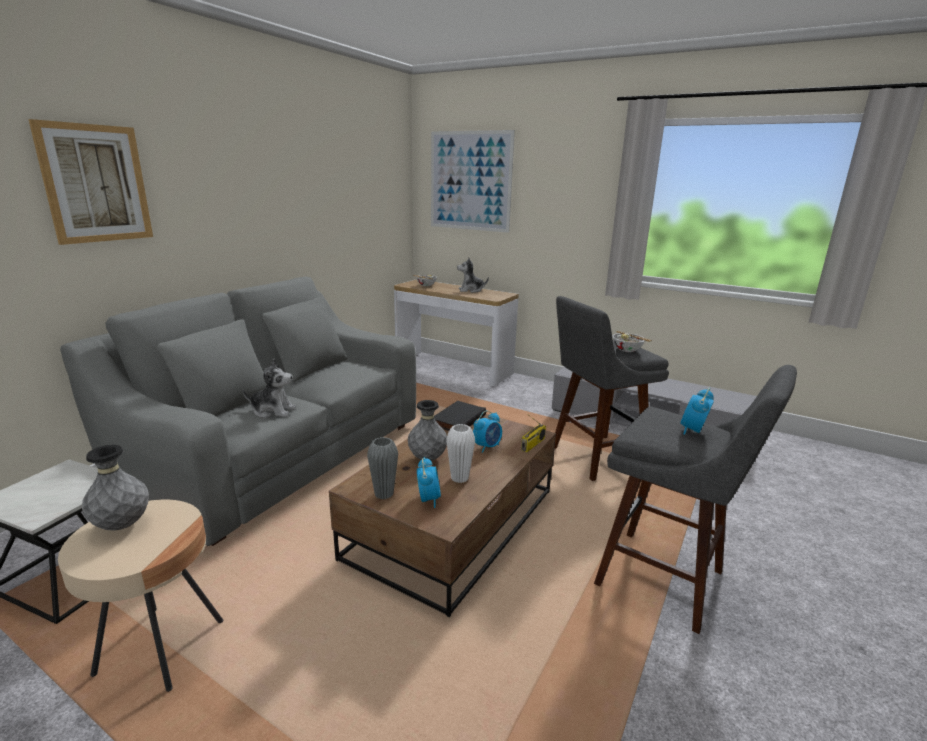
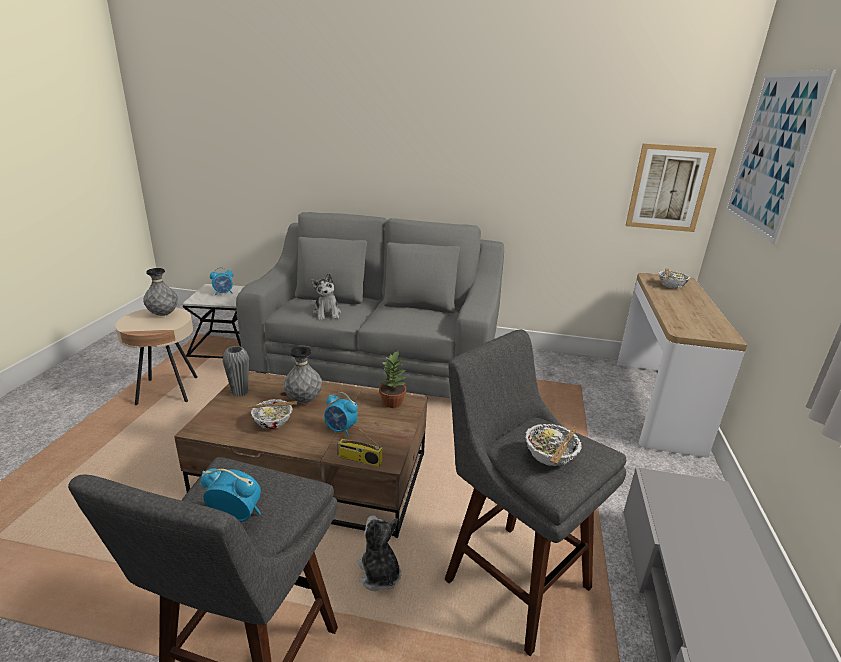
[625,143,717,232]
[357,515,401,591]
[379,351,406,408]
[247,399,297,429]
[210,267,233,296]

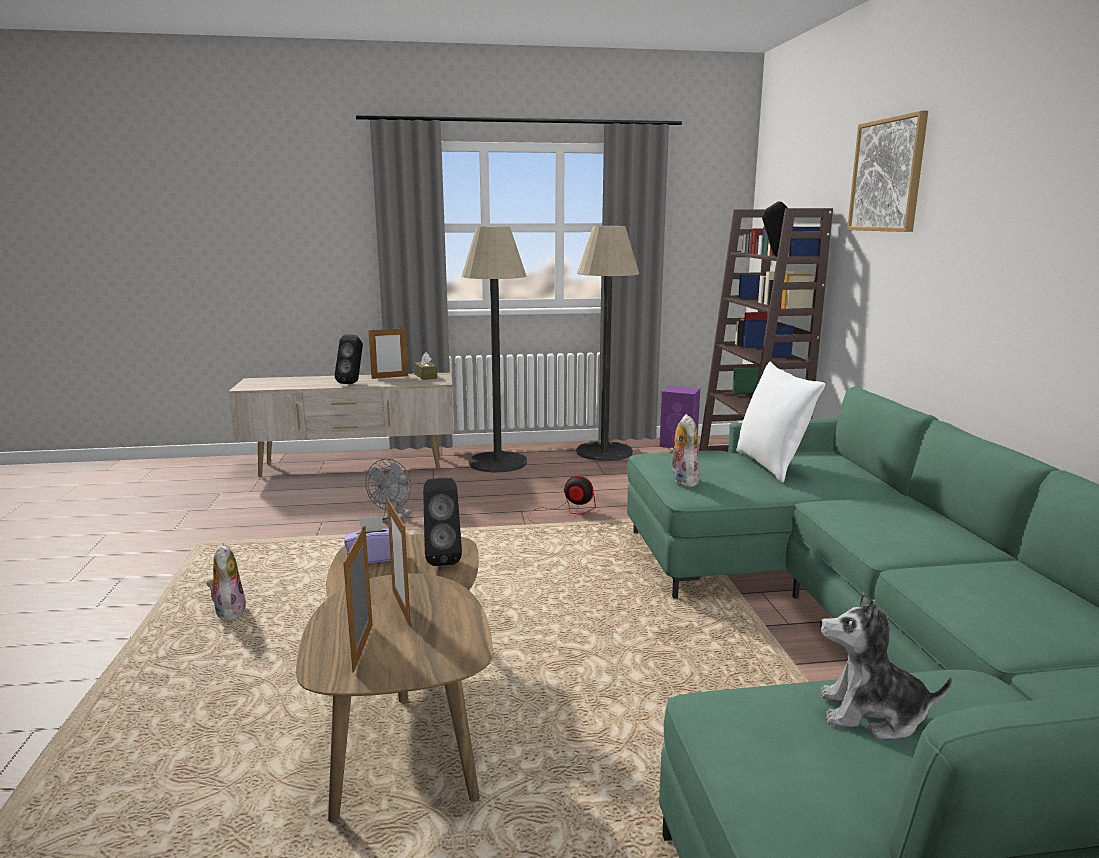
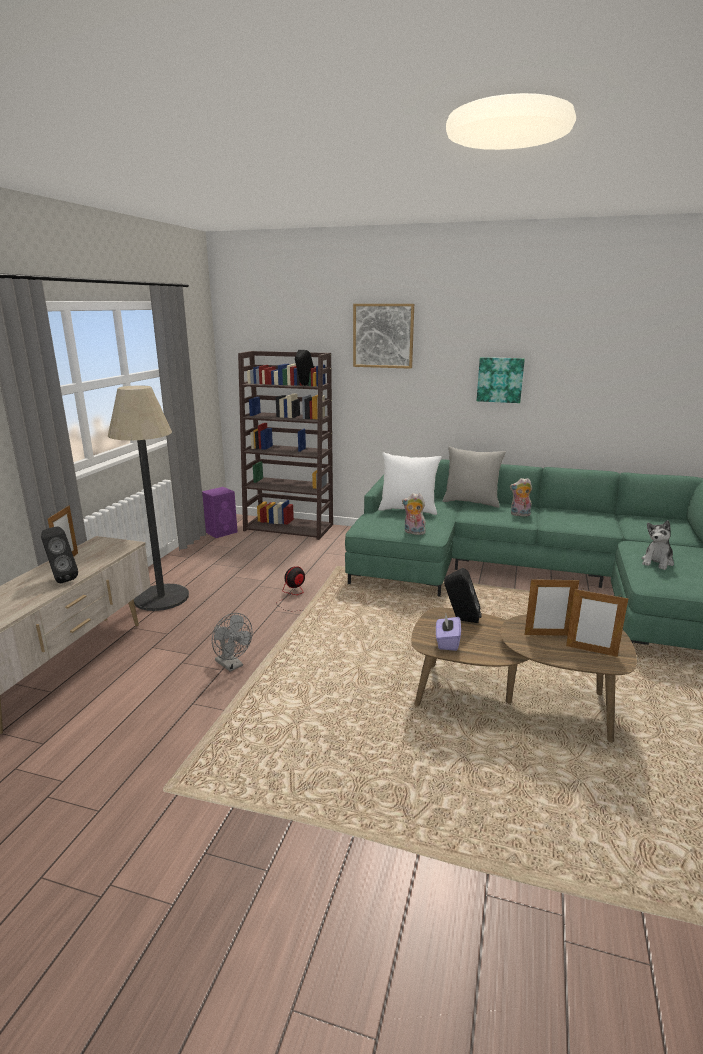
[576,226,639,461] (first image)
[414,353,437,380] (first image)
[510,478,532,516]
[477,357,525,403]
[442,447,506,508]

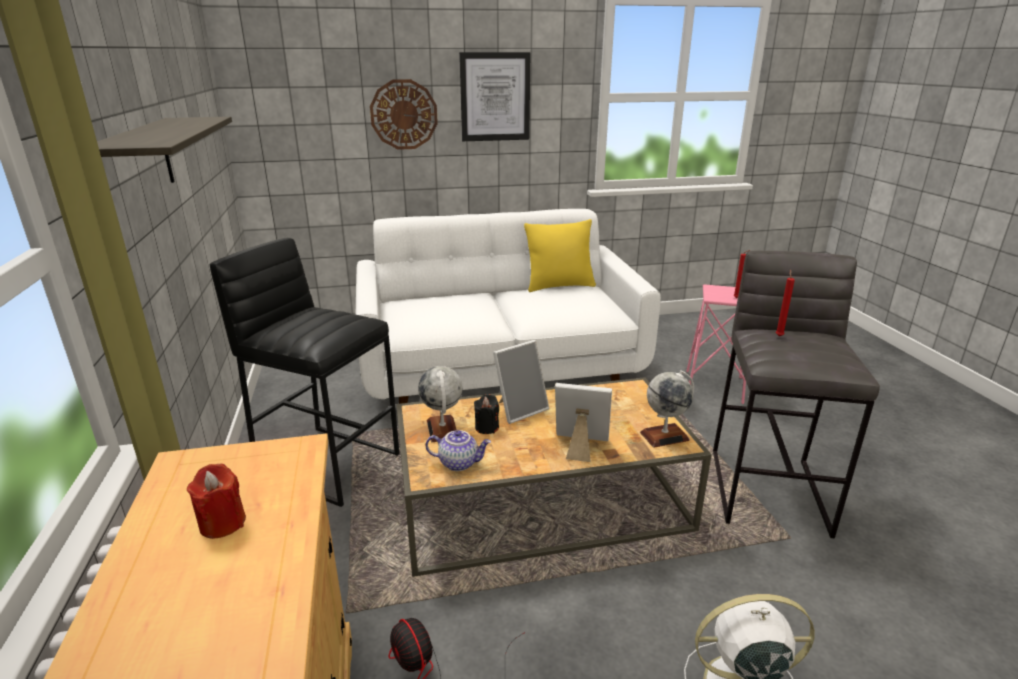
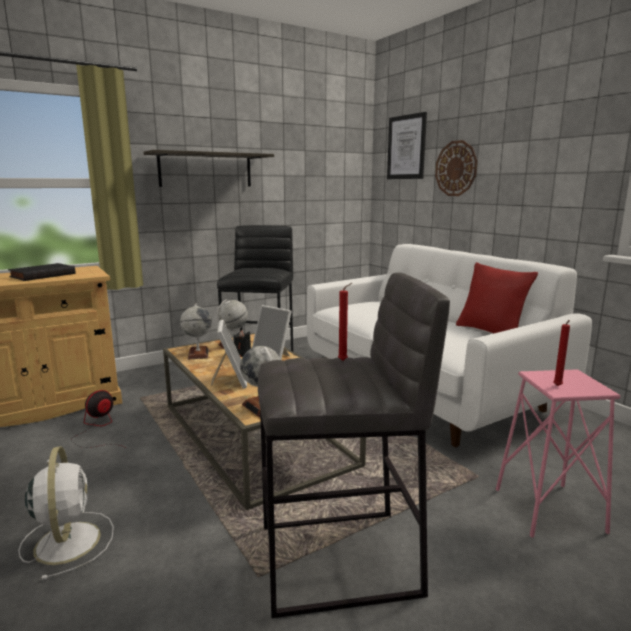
[387,112,427,179]
[456,262,538,333]
[180,303,212,360]
[8,263,75,281]

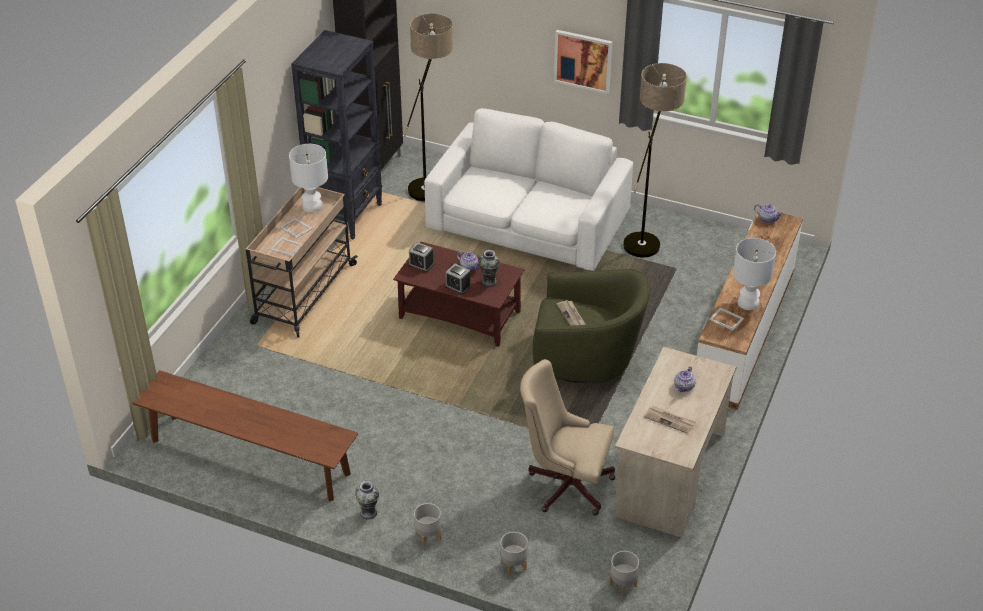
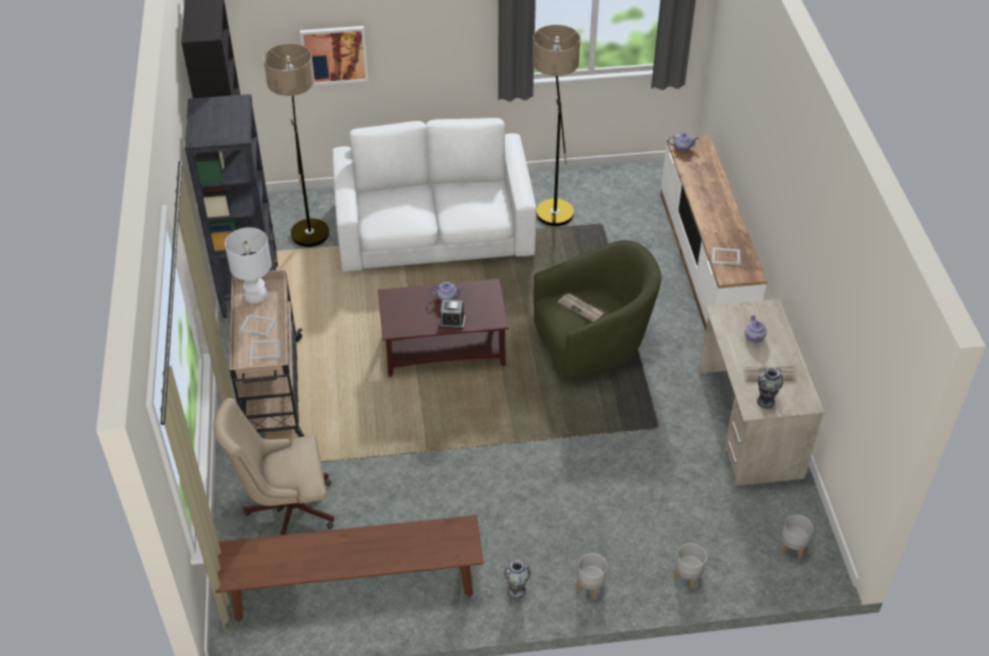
[300,26,368,85]
[733,238,776,310] (first image)
[408,242,434,272] (first image)
[757,367,783,408]
[213,398,334,535]

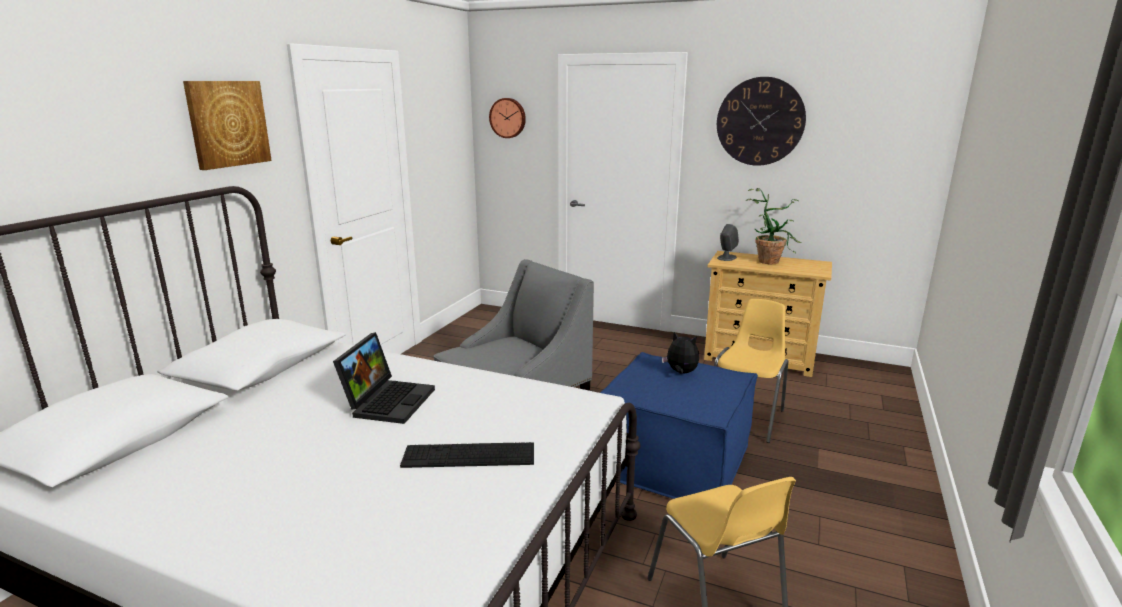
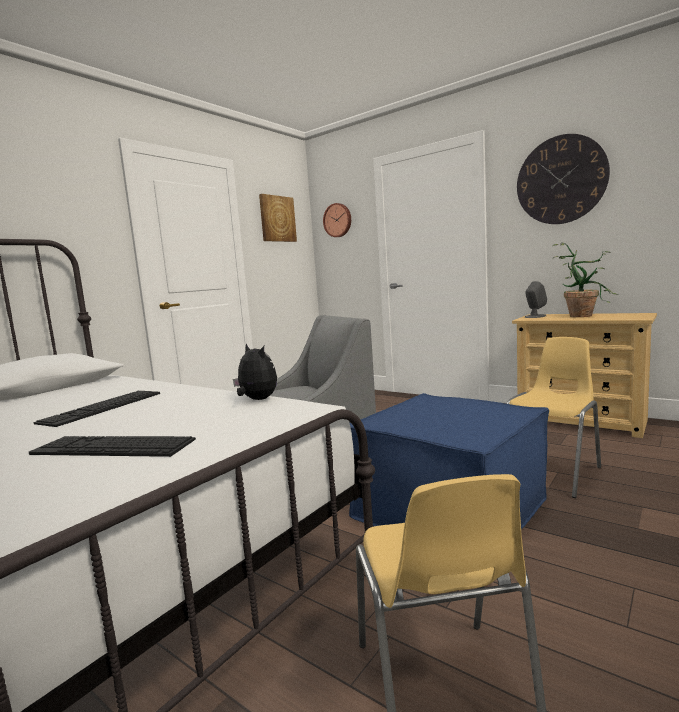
[259,194,297,242]
[33,391,160,427]
[233,343,277,400]

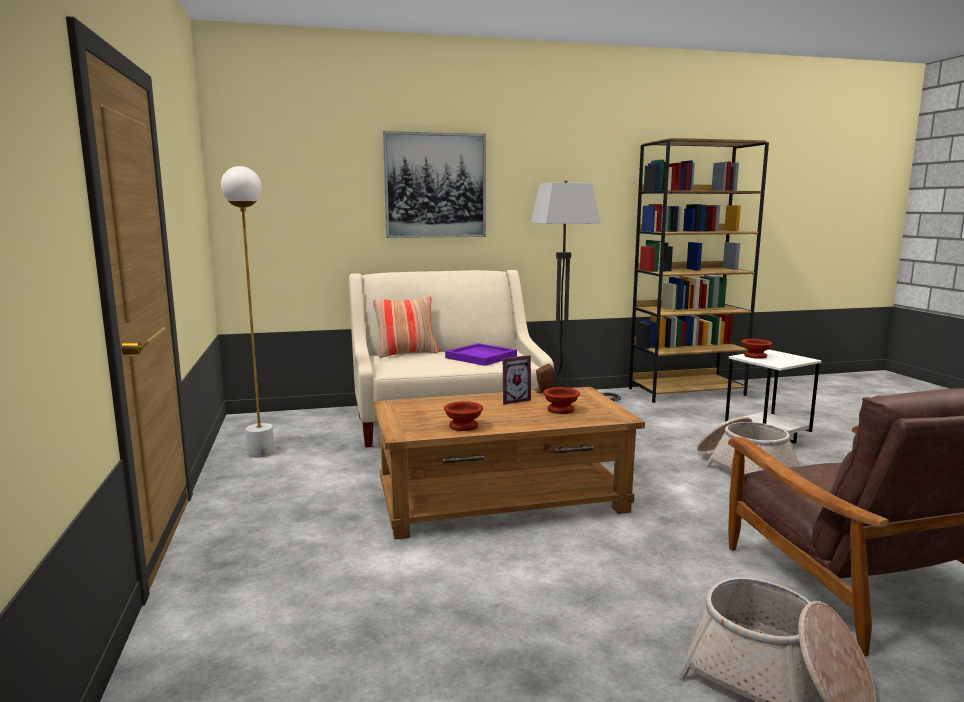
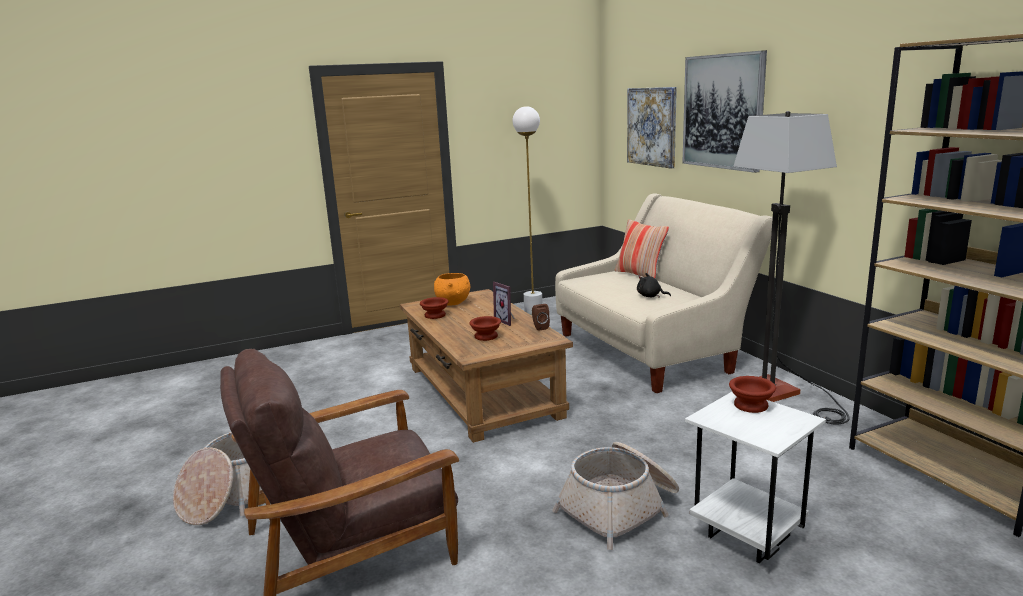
[637,273,671,297]
[627,87,677,168]
[434,273,470,305]

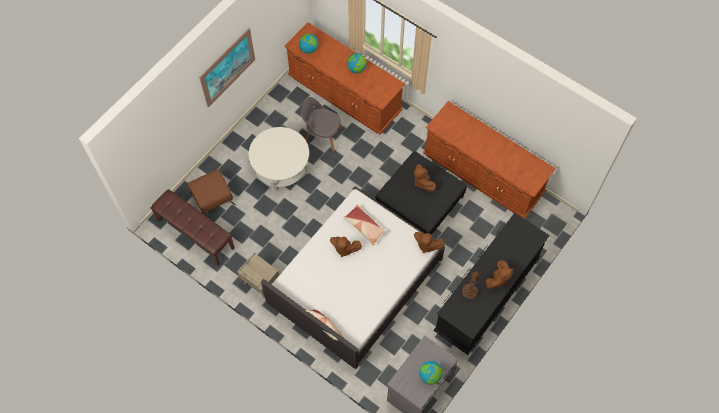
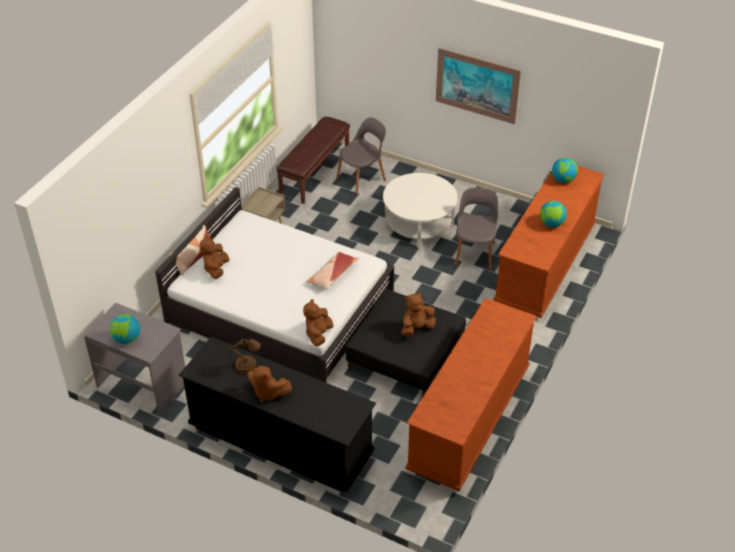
[336,118,386,195]
[200,235,229,279]

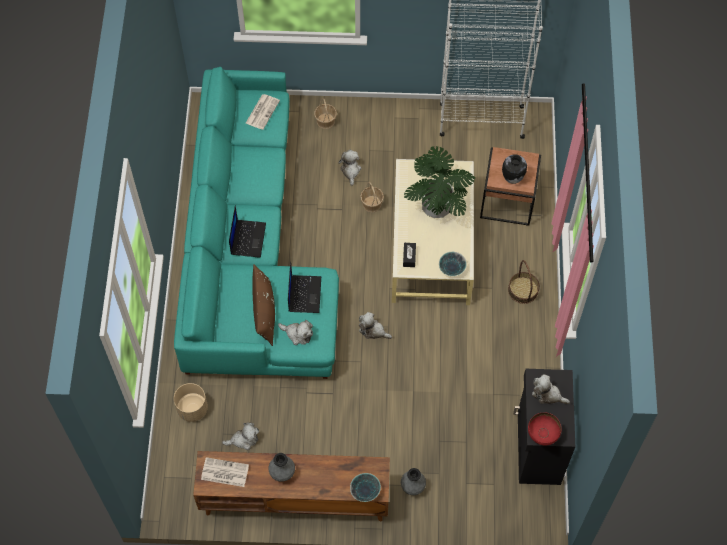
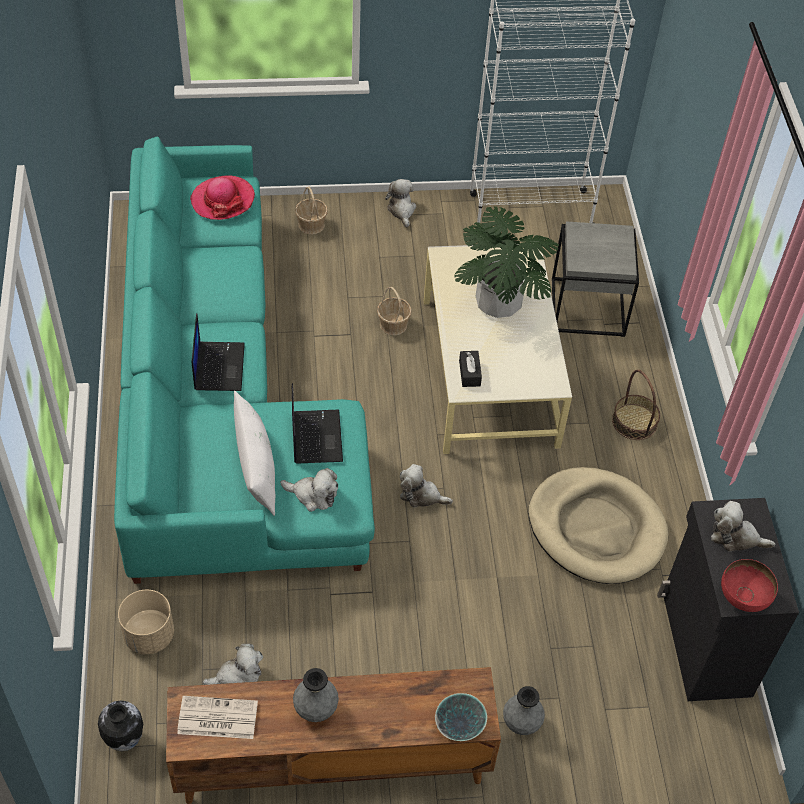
[190,175,255,220]
[552,221,639,337]
[385,179,416,227]
[98,700,143,751]
[439,252,467,276] (first image)
[234,391,275,516]
[528,467,669,584]

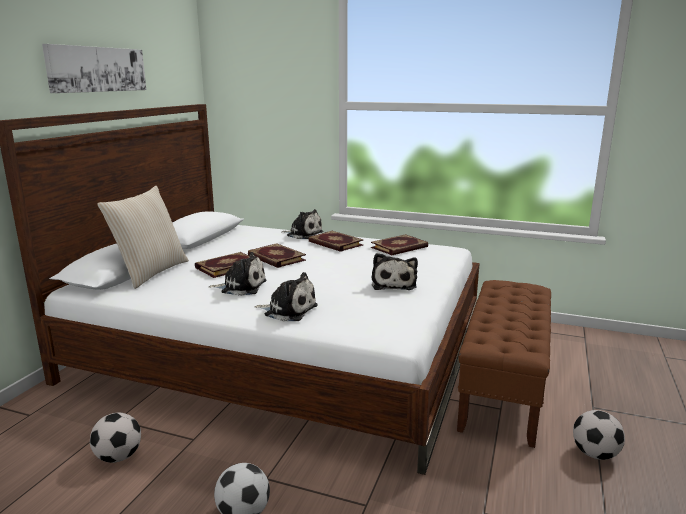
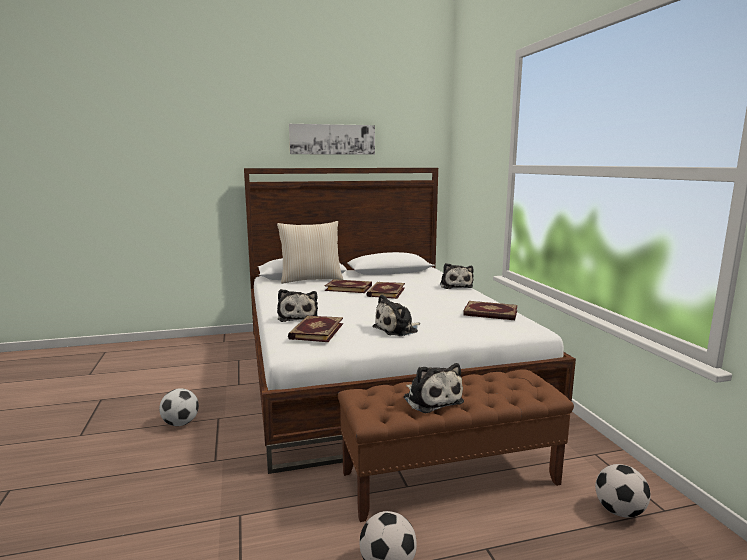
[288,316,343,342]
[404,363,464,414]
[595,464,651,518]

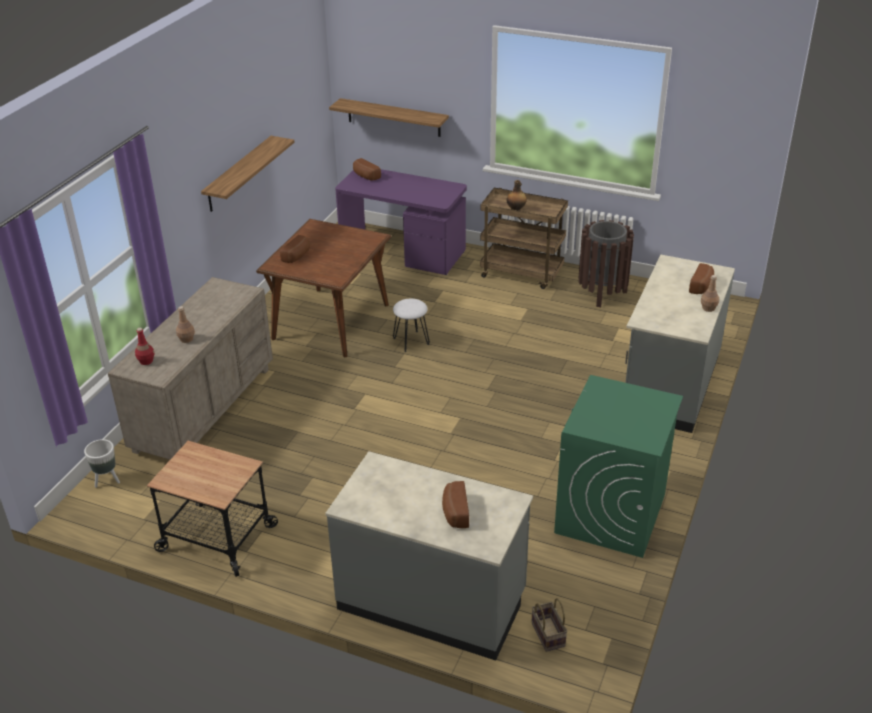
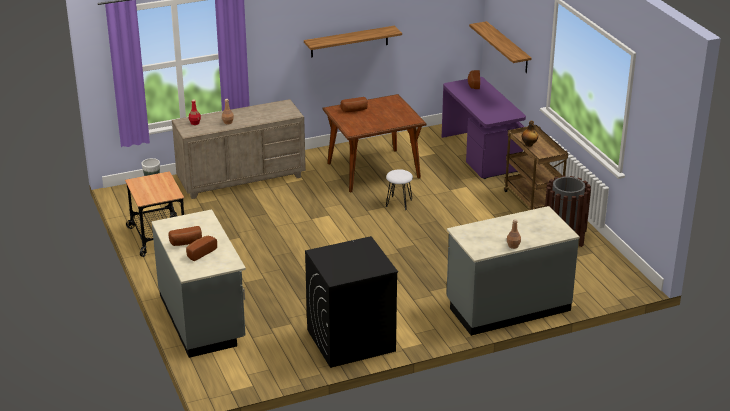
[169,226,202,246]
[305,236,398,368]
[532,598,568,652] (first image)

